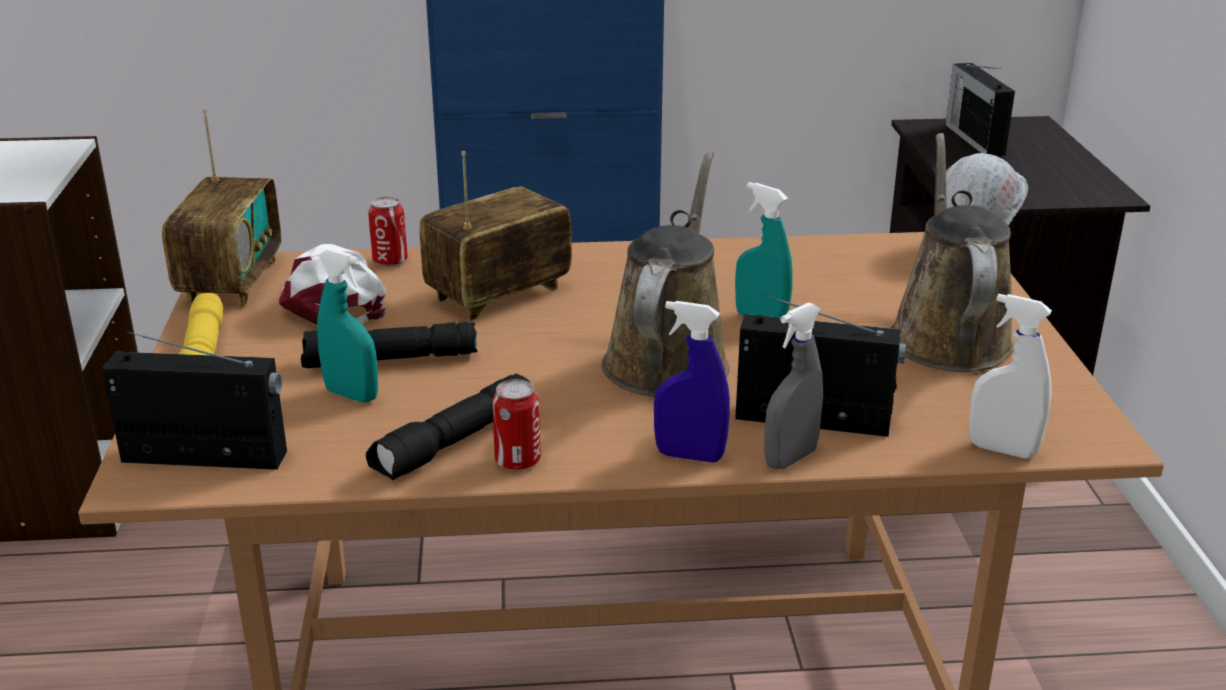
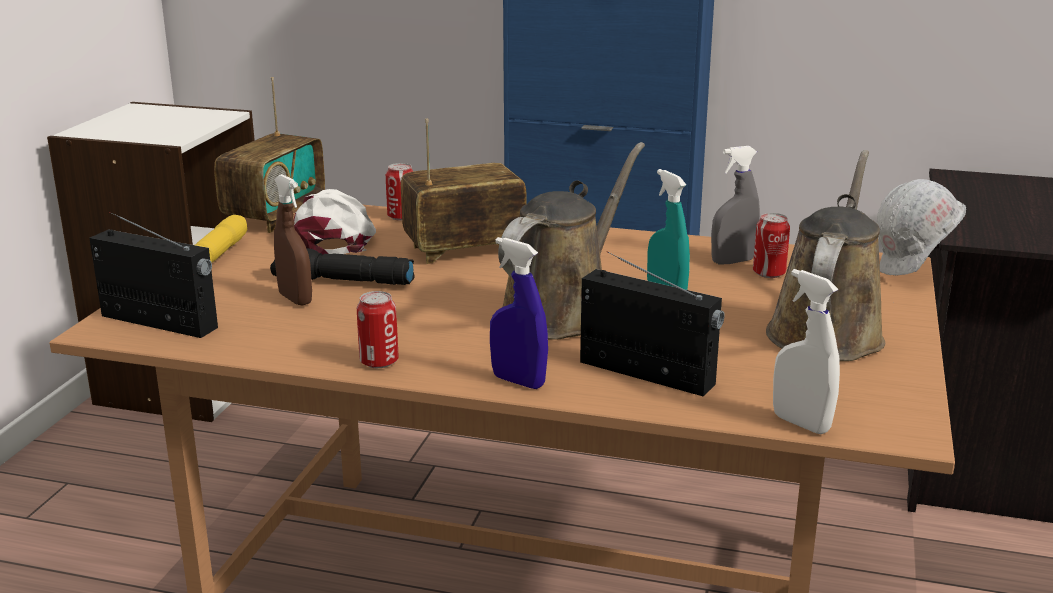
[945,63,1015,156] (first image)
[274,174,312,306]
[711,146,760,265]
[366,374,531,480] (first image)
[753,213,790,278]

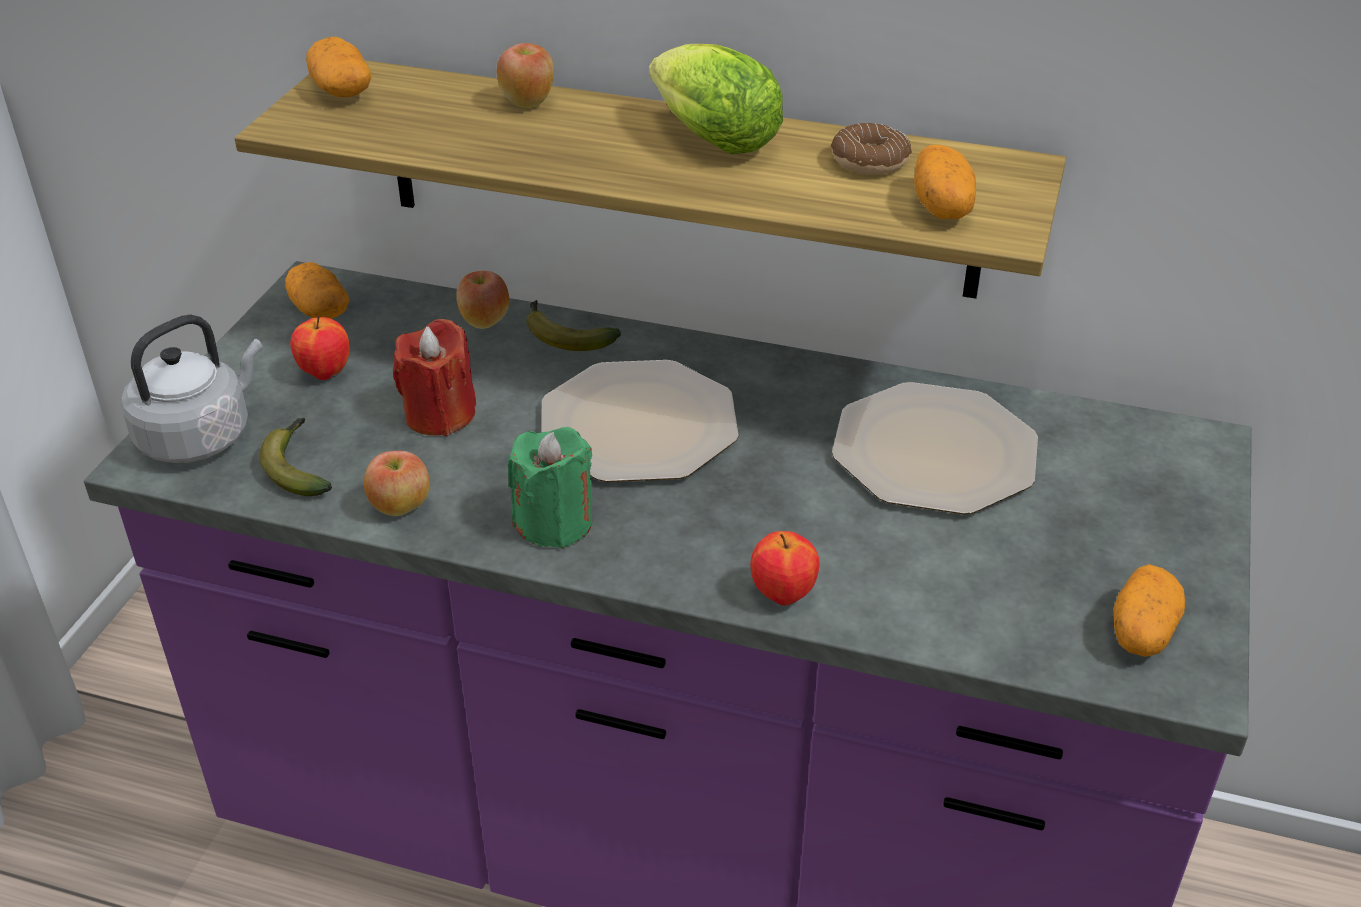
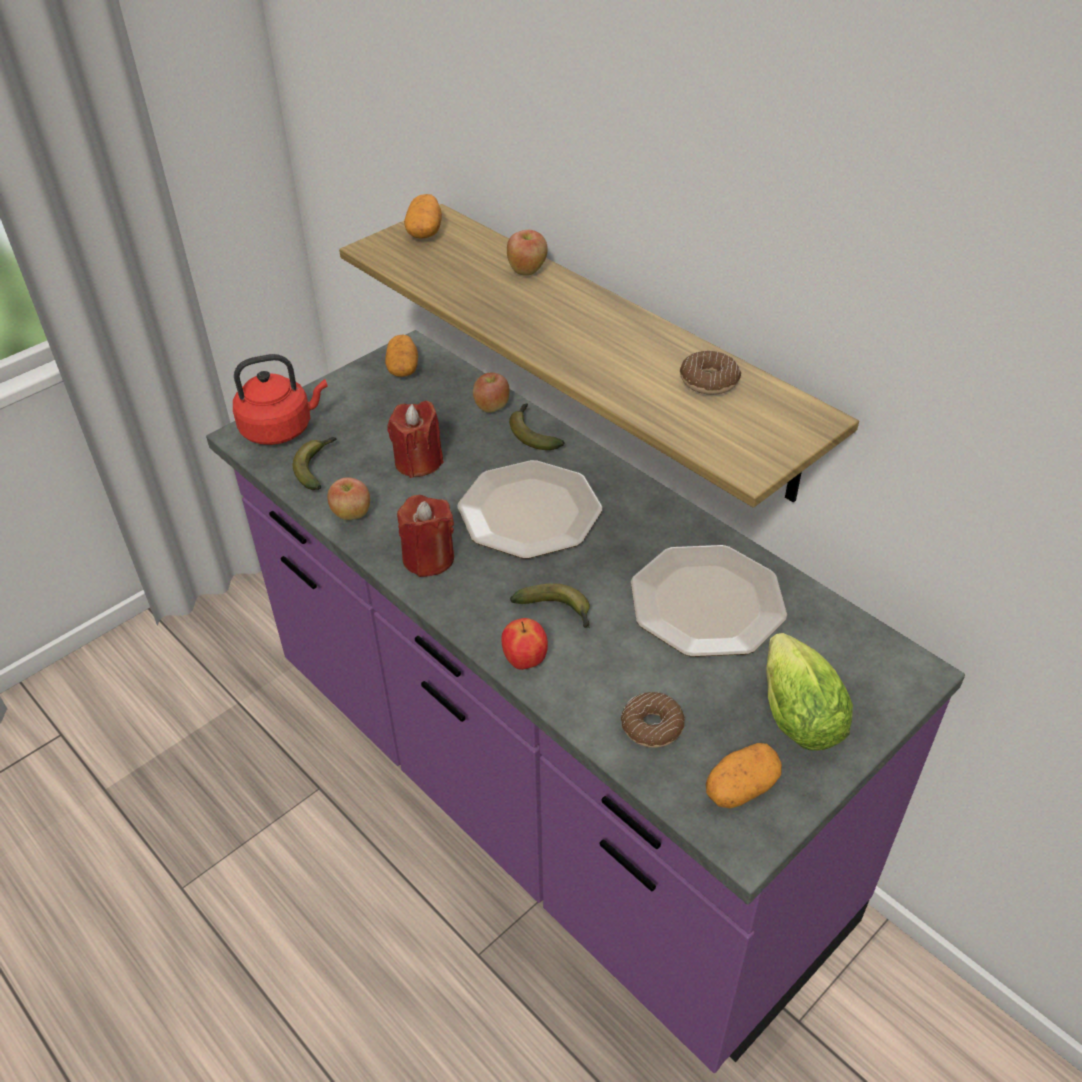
[766,633,853,751]
[914,145,976,219] (first image)
[233,354,327,445]
[290,315,349,380] (first image)
[397,495,454,577]
[510,583,590,628]
[621,692,685,748]

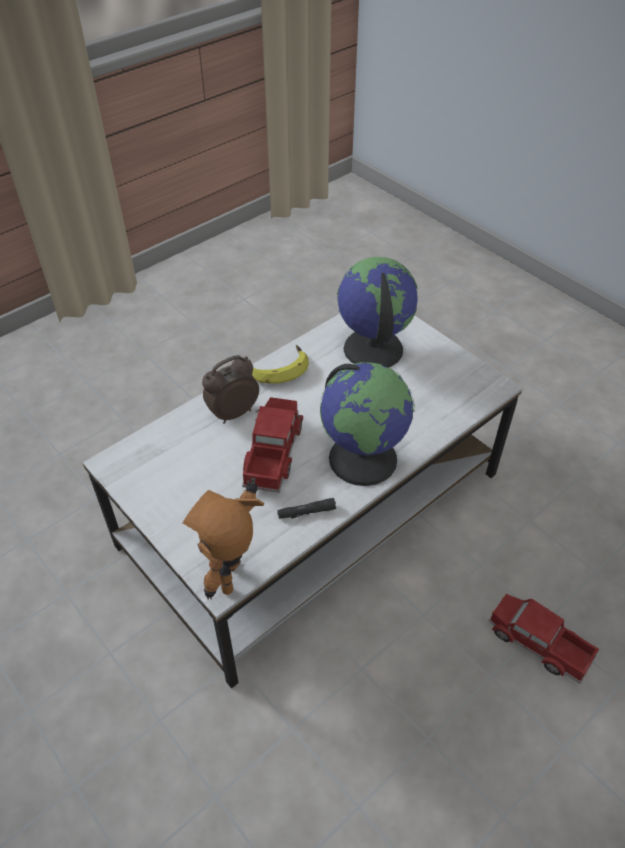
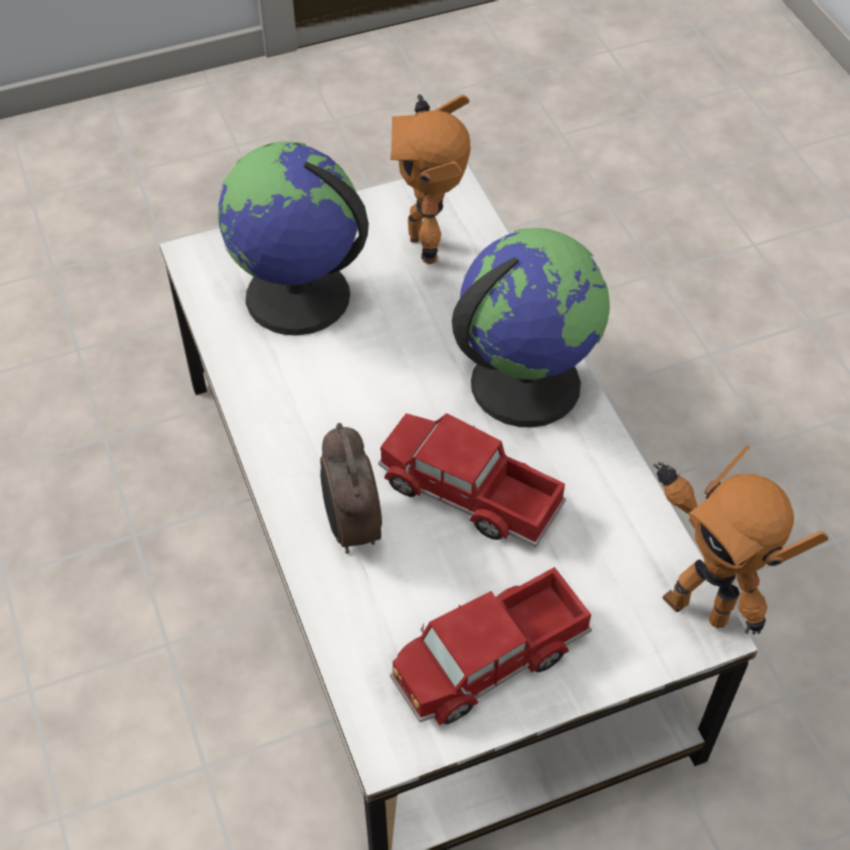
[252,345,309,384] (first image)
[277,498,336,519] (first image)
[390,567,592,725]
[390,94,470,264]

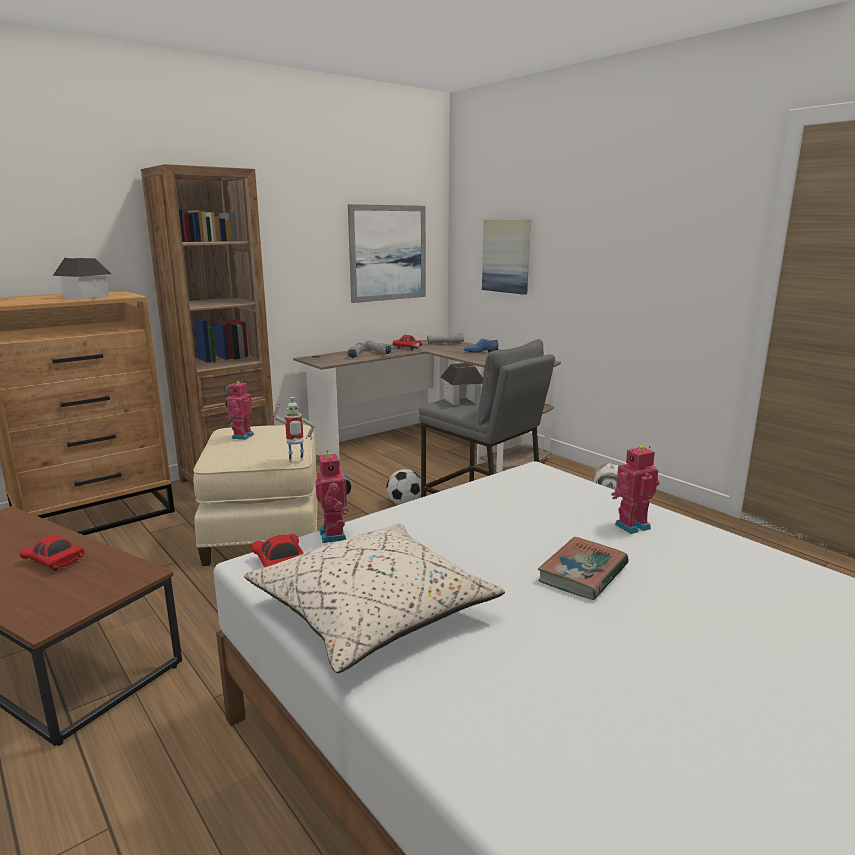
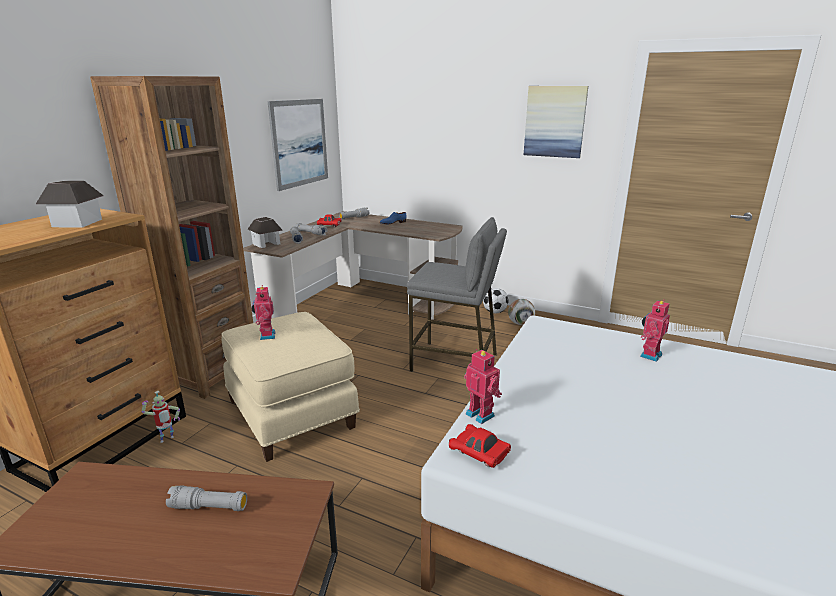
[524,86,588,158]
[248,217,282,248]
[141,391,180,443]
[483,288,509,313]
[244,524,505,673] (first image)
[166,485,247,511]
[538,537,629,600] (first image)

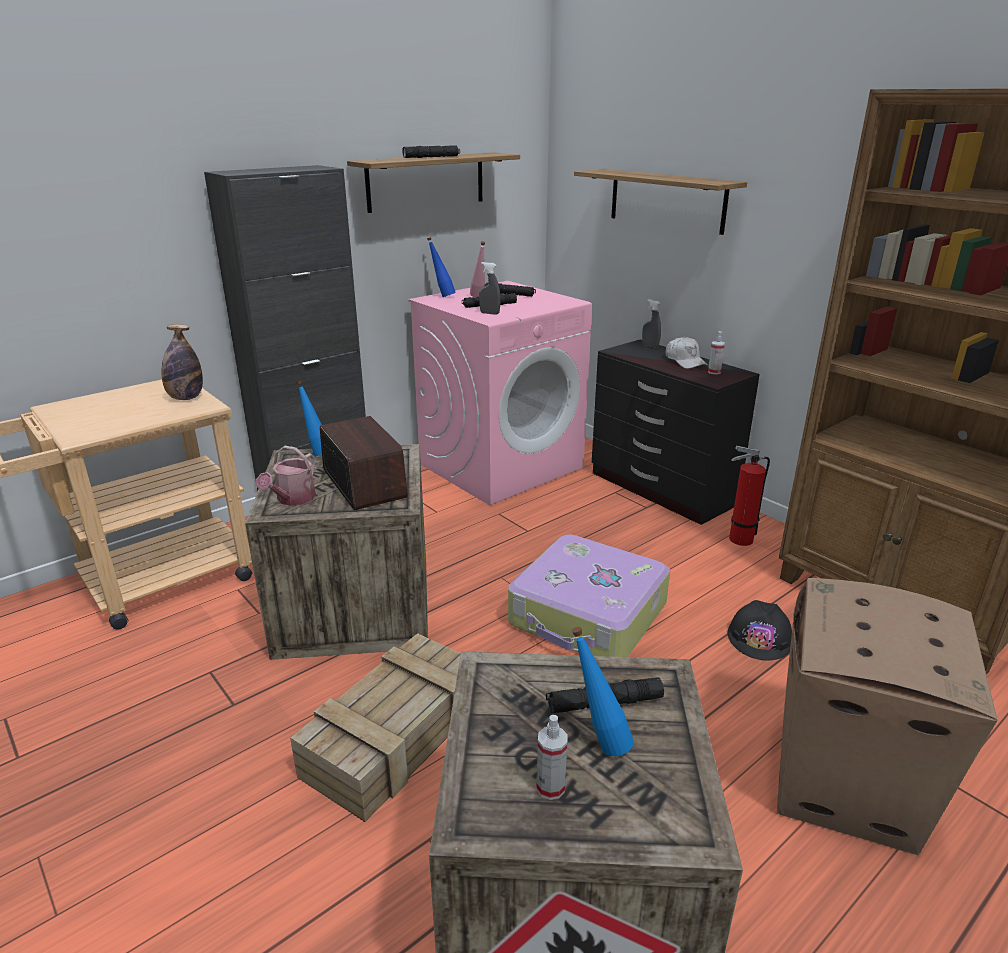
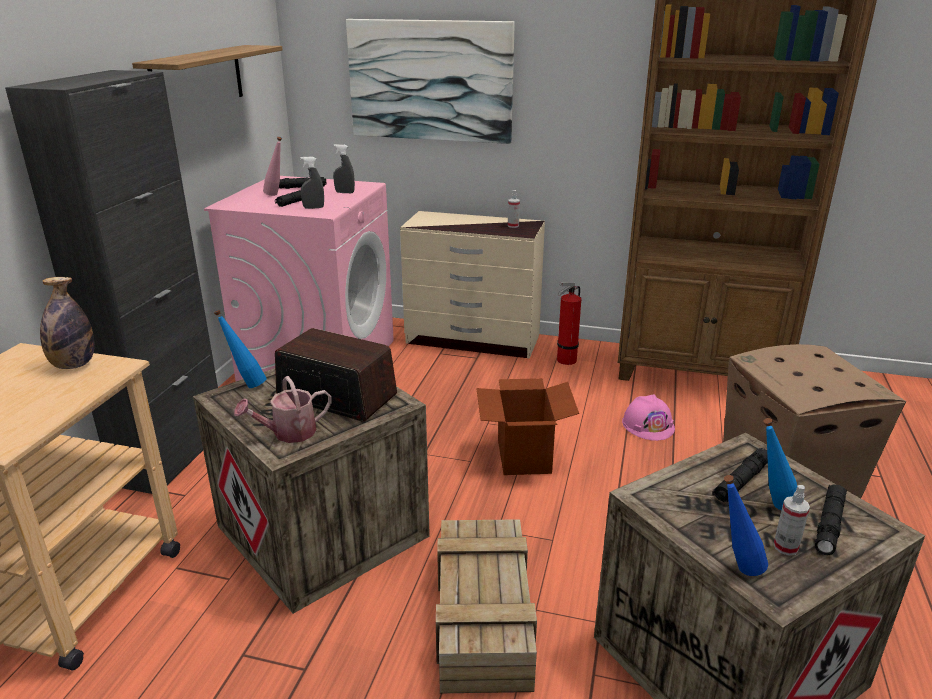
[815,484,847,555]
[346,19,515,144]
[724,475,768,576]
[333,144,355,193]
[666,337,708,369] (first image)
[400,211,545,358]
[234,376,332,443]
[476,378,579,475]
[622,394,675,441]

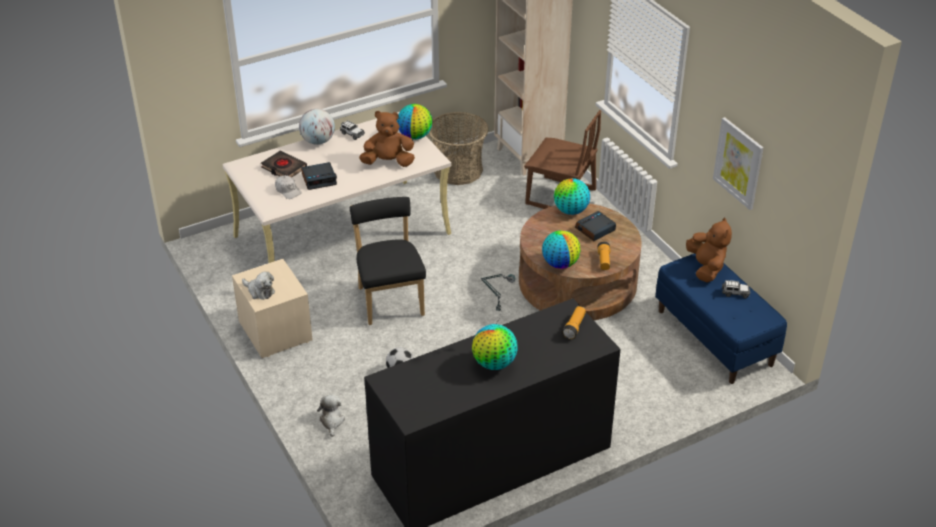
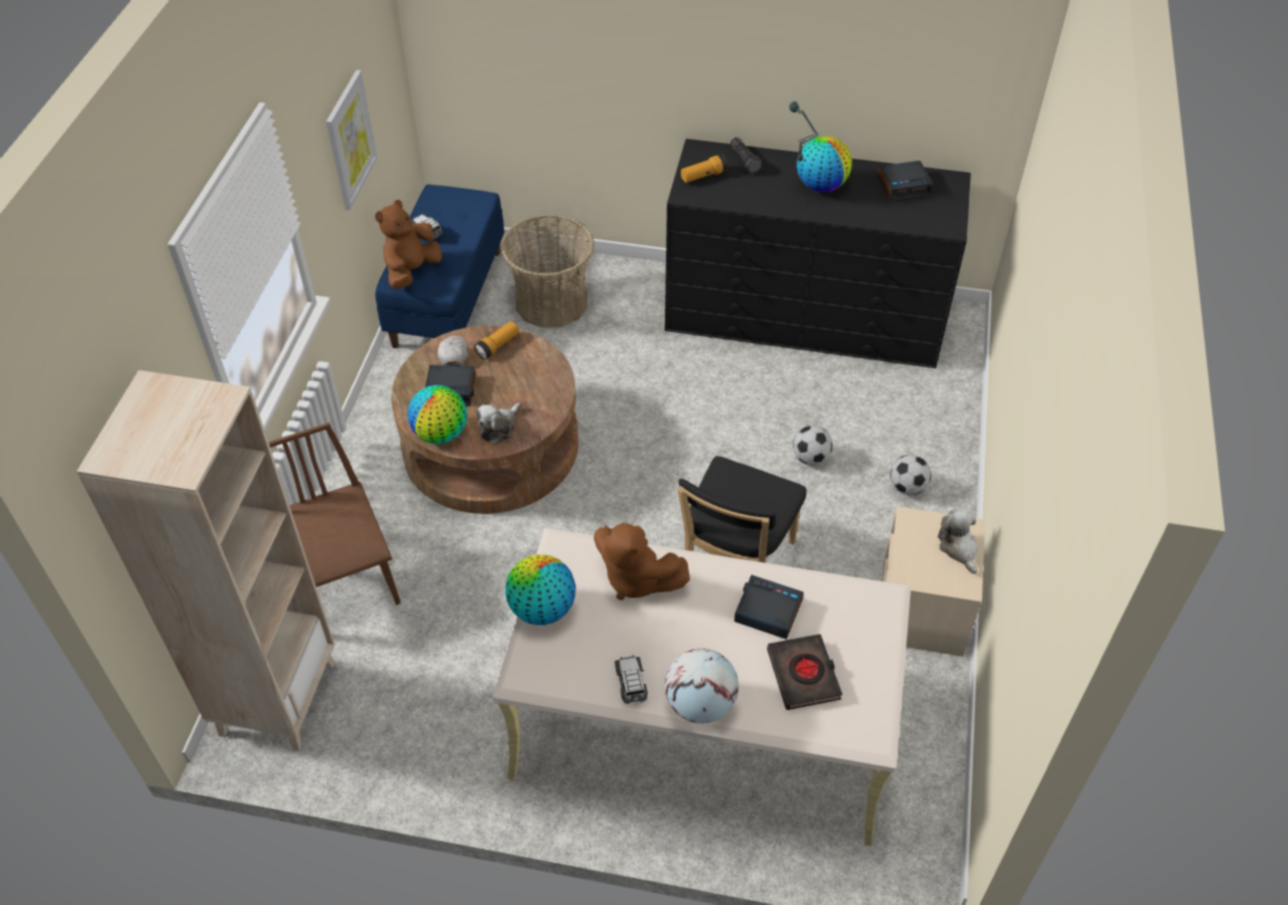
[501,214,595,328]
[438,336,468,366]
[542,230,581,269] (first image)
[476,402,521,445]
[730,137,763,174]
[877,161,933,202]
[890,455,931,495]

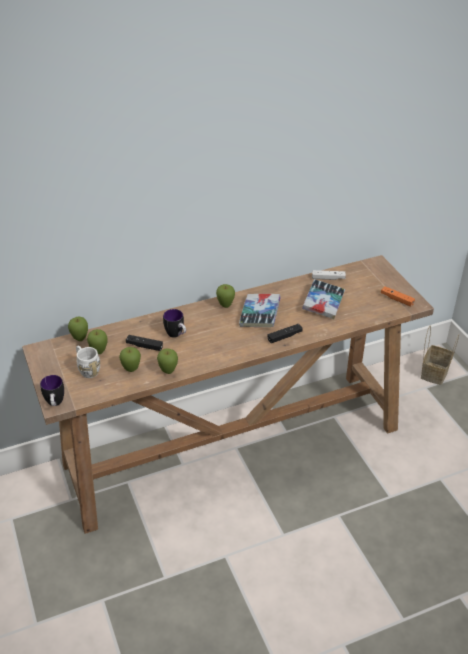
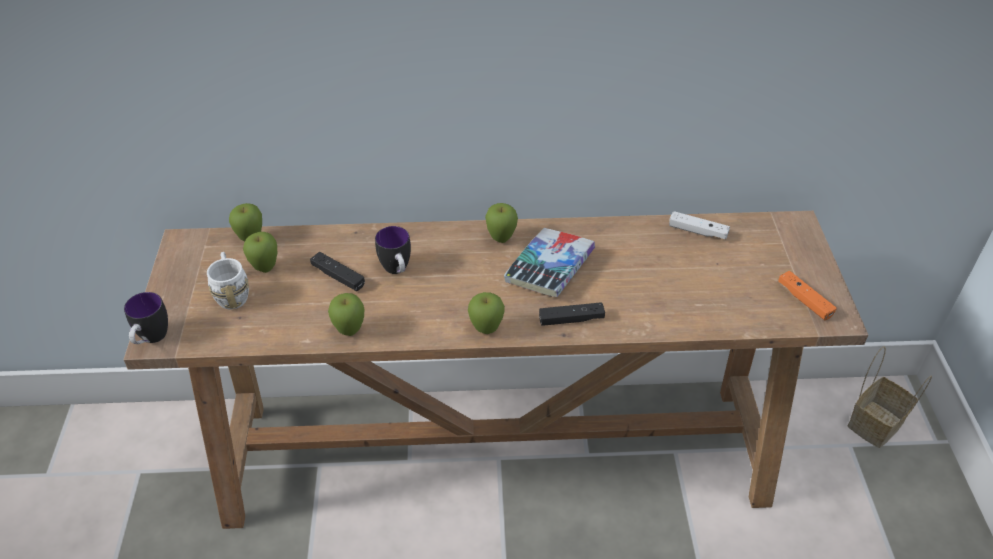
[302,279,345,319] (first image)
[468,292,505,334]

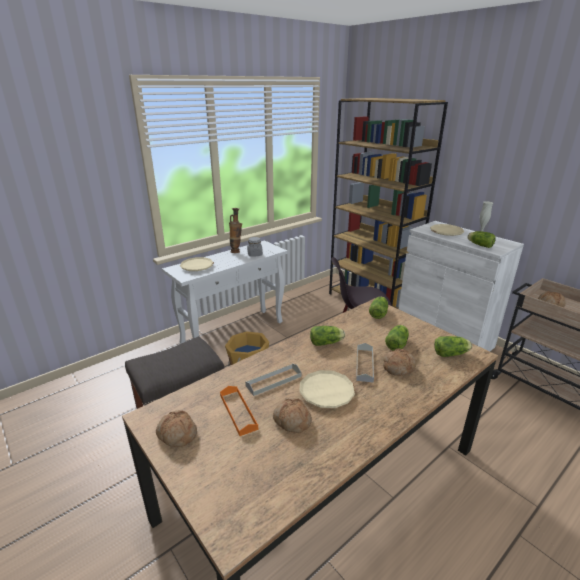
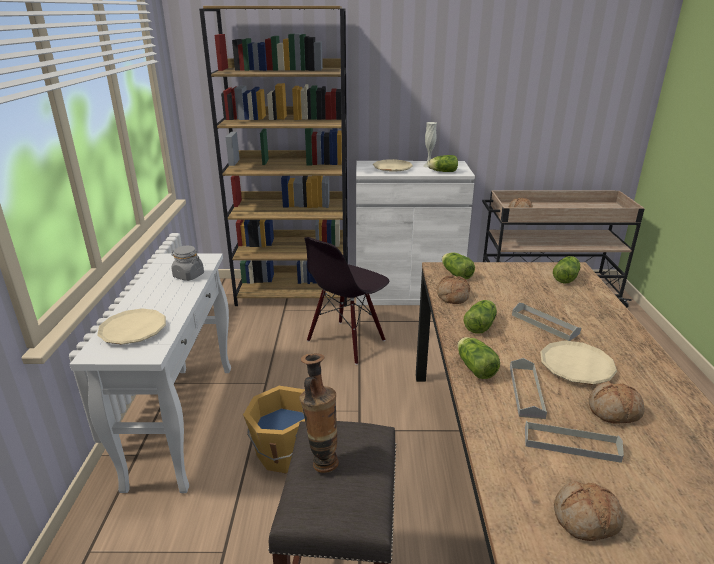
[300,353,339,473]
[457,337,500,379]
[437,275,470,304]
[525,421,624,463]

